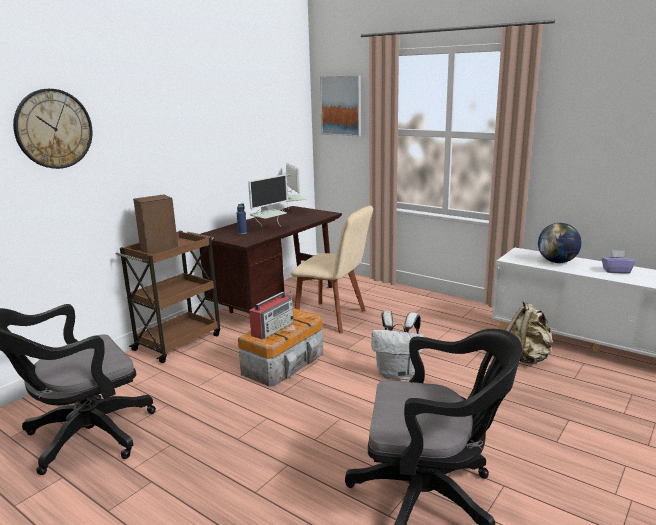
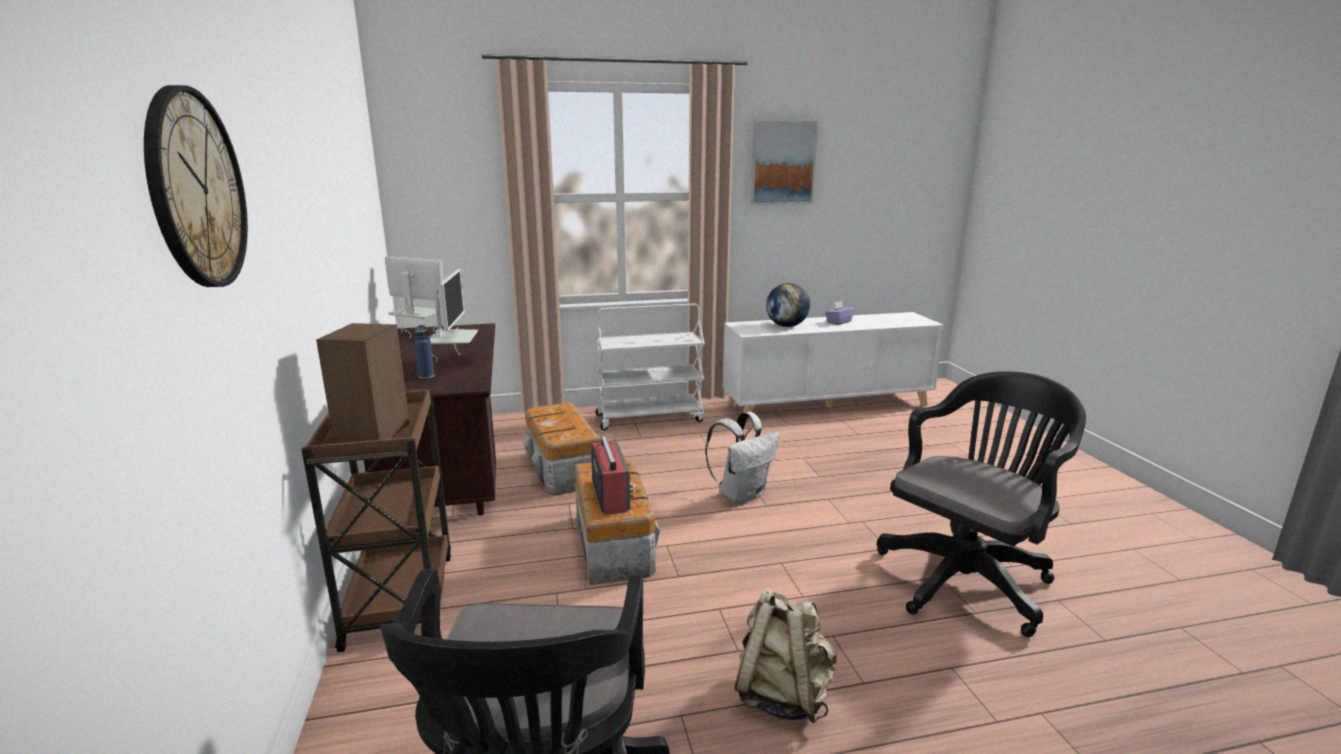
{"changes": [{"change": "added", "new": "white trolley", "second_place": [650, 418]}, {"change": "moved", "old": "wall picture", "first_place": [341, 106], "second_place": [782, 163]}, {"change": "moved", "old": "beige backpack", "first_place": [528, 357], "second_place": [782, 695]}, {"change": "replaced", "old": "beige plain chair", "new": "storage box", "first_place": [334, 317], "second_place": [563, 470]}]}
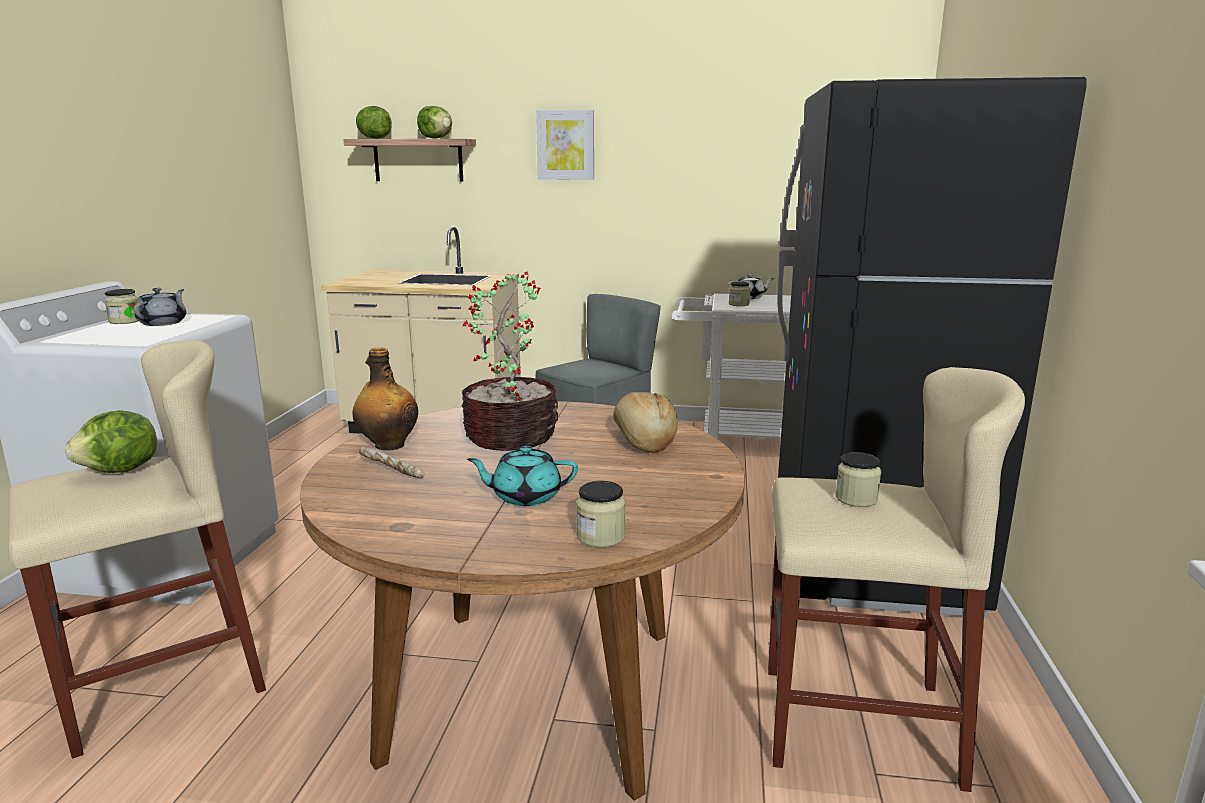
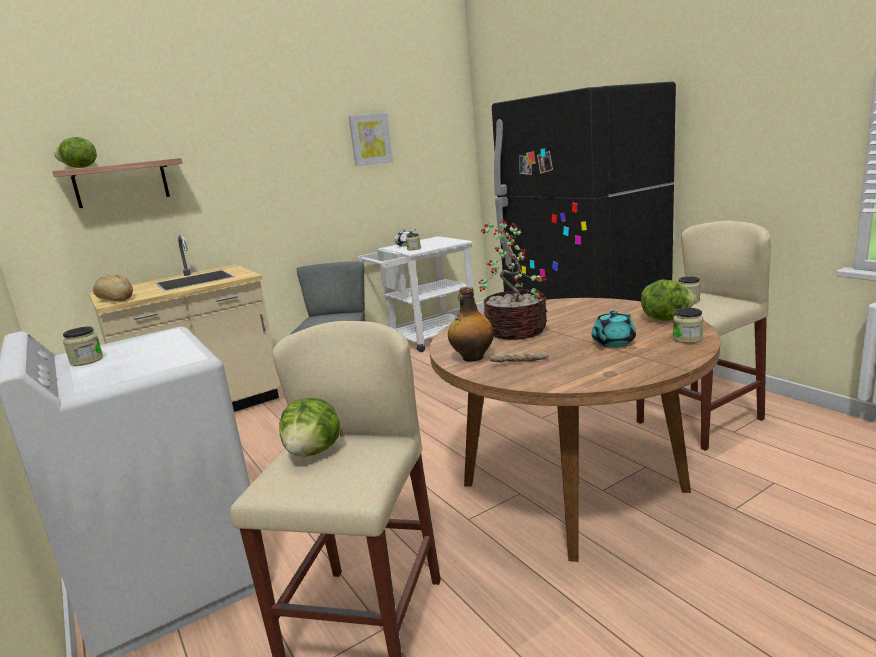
{"changes": [{"change": "removed", "old": "grey tea pot", "first_place": [163, 323]}, {"change": "moved", "old": "lettuce head", "first_place": [436, 138], "second_place": [665, 318]}, {"change": "moved", "old": "wall picture", "first_place": [565, 145], "second_place": [370, 139]}, {"change": "moved", "old": "bread", "first_place": [643, 440], "second_place": [115, 299]}]}
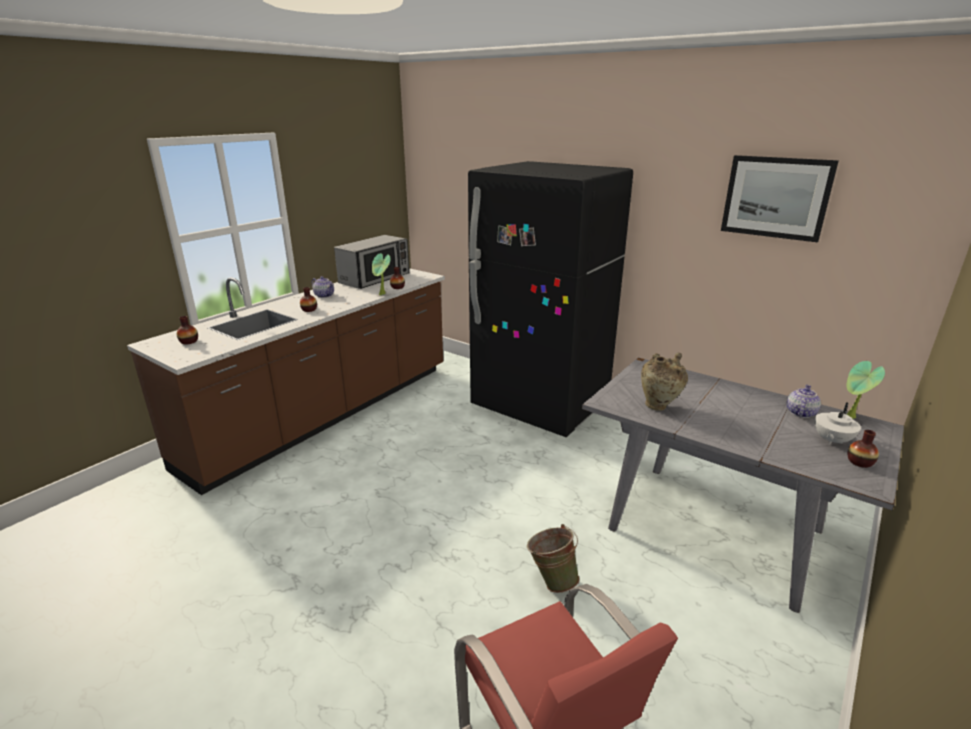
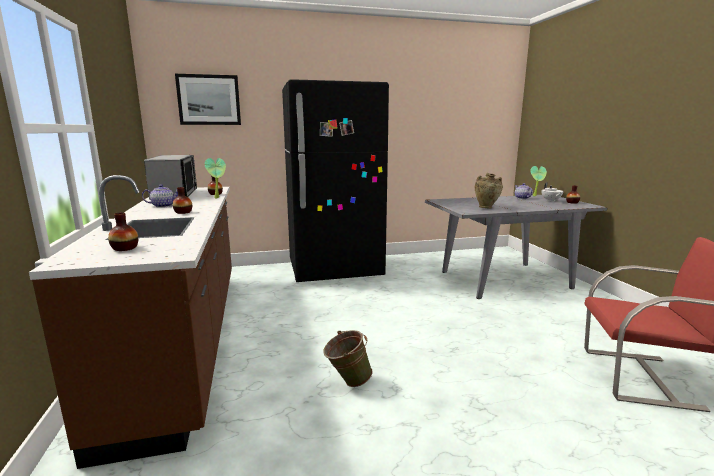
{"changes": [{"change": "moved", "old": "greenish water bucket", "first_place": [551, 580], "second_place": [347, 382]}, {"change": "moved", "old": "wall picture", "first_place": [776, 197], "second_place": [209, 100]}]}
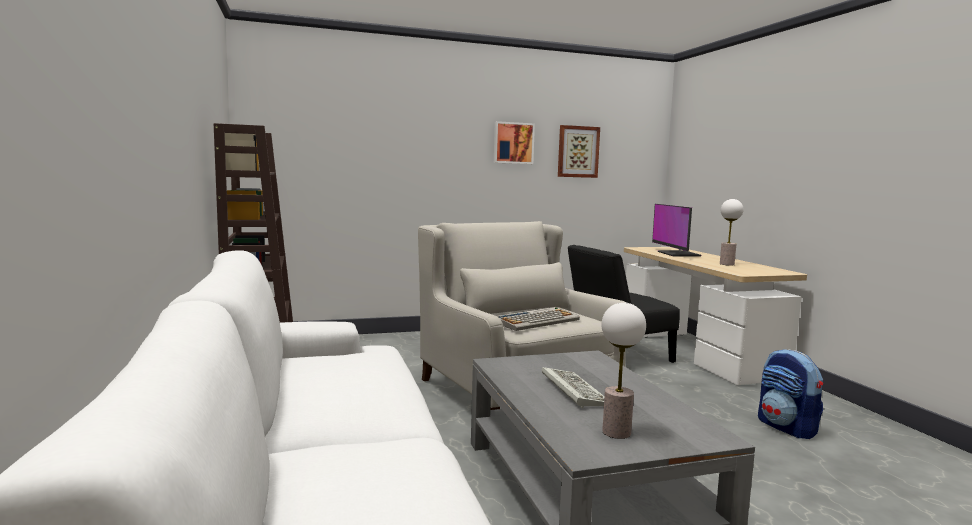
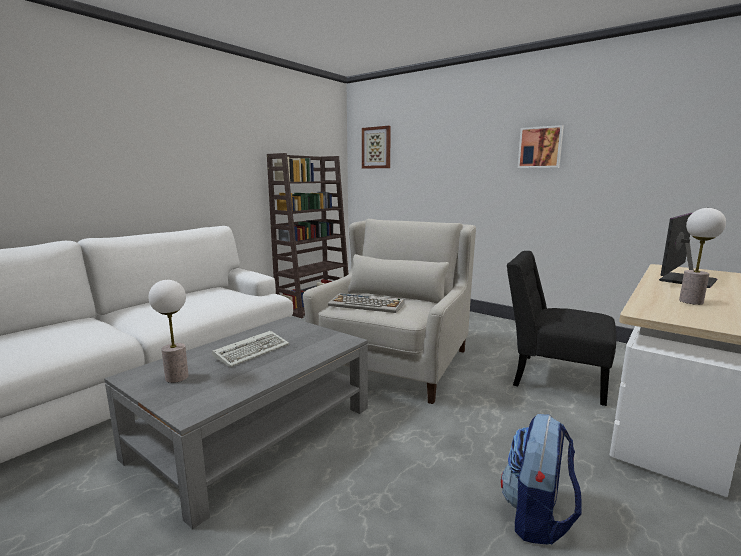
{"changes": [{"change": "moved", "old": "wall picture", "first_place": [578, 151], "second_place": [376, 147]}]}
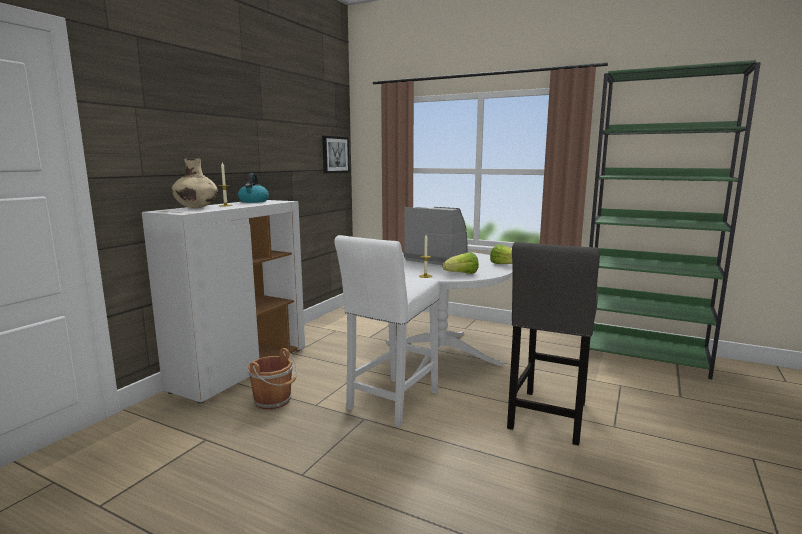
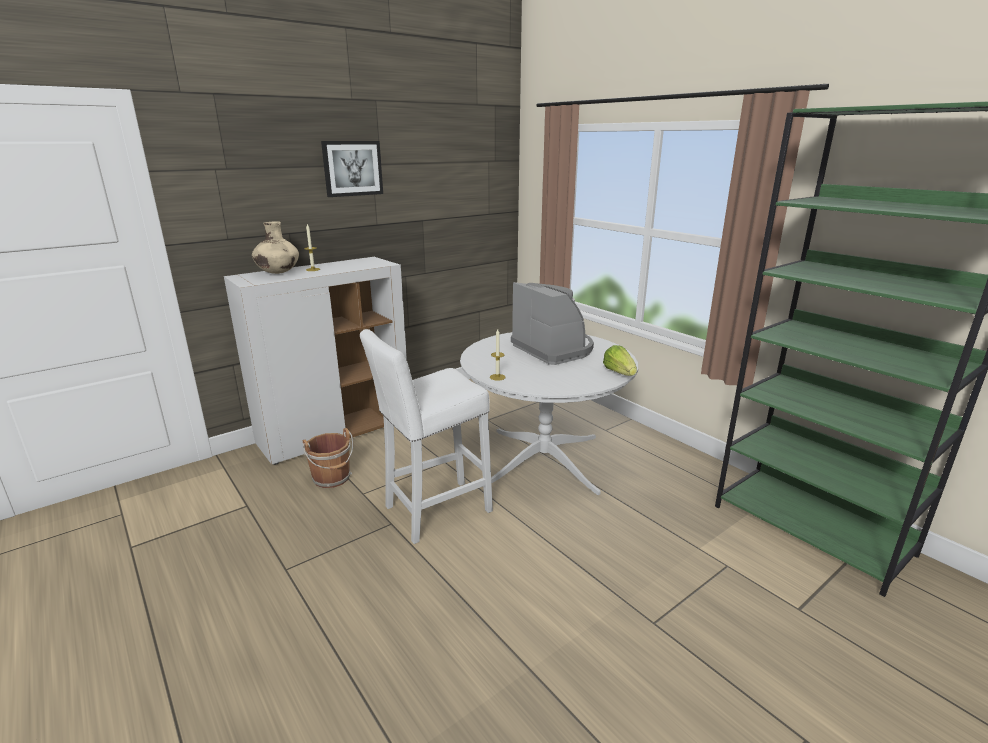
{"changes": [{"change": "removed", "old": "water kettle", "first_place": [253, 201]}, {"change": "removed", "old": "lettuce head", "first_place": [462, 274]}, {"change": "removed", "old": "grey sitting stool", "first_place": [547, 418]}, {"change": "moved", "old": "wall picture", "first_place": [335, 154], "second_place": [352, 168]}]}
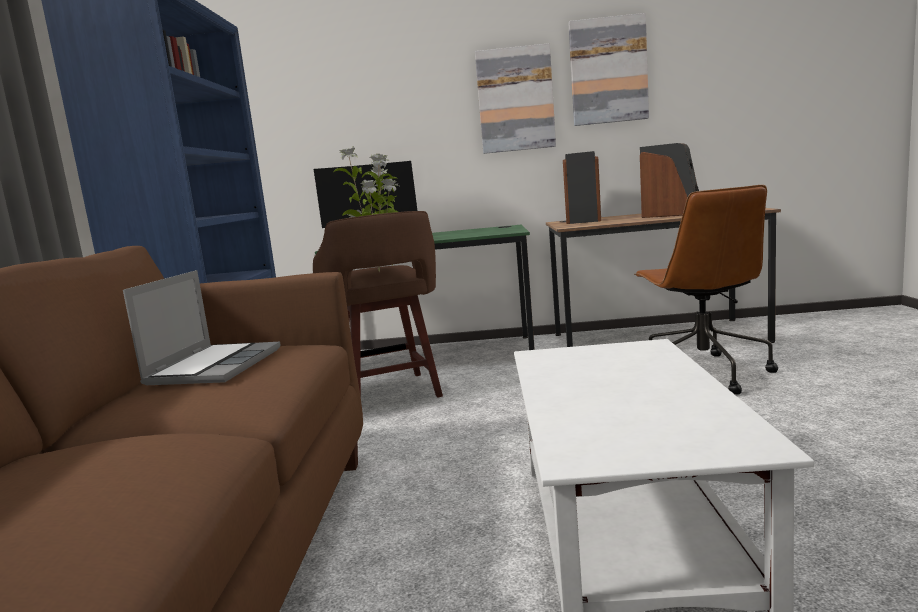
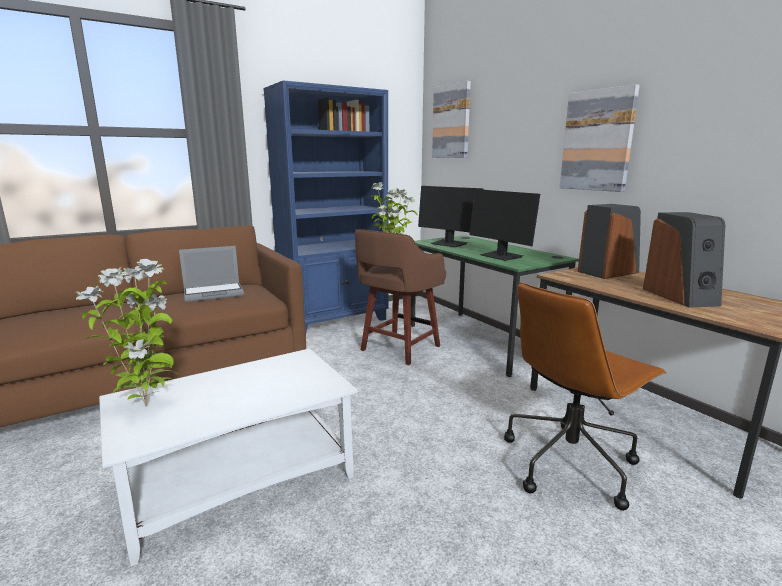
{"changes": [{"change": "added", "new": "houseplant", "second_place": [147, 405]}, {"change": "added", "new": "computer screen", "second_place": [501, 256]}, {"change": "moved", "old": "wall picture", "first_place": [608, 71], "second_place": [451, 121]}]}
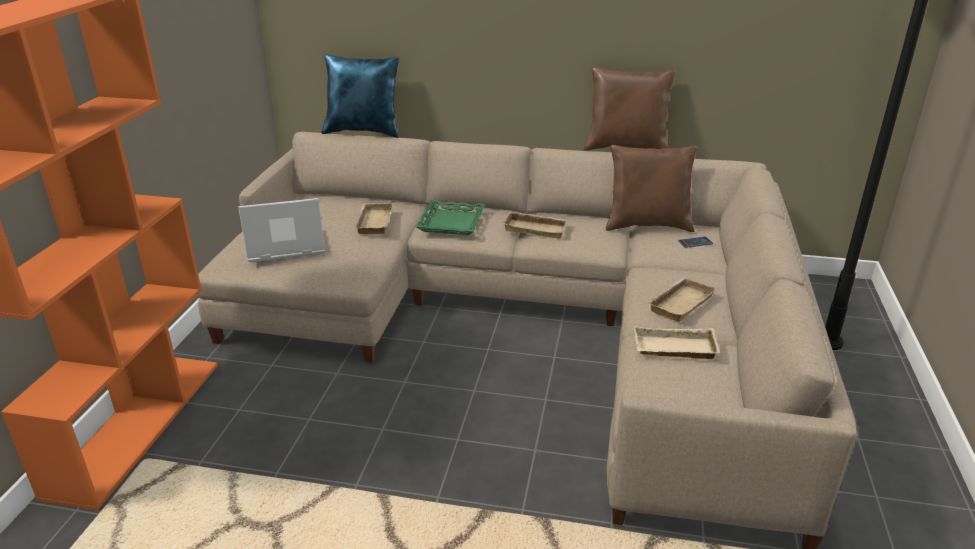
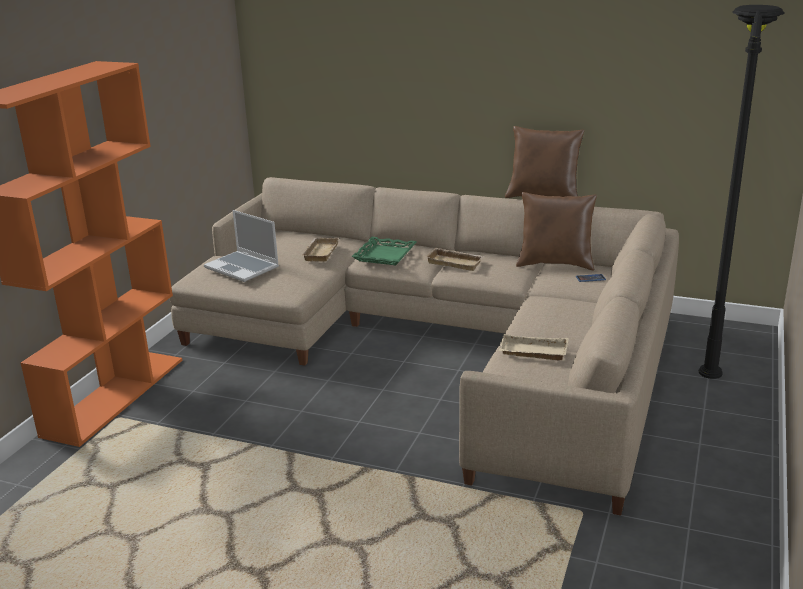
{"changes": [{"change": "removed", "old": "blue pillow", "first_place": [364, 132]}, {"change": "removed", "old": "beige tray", "first_place": [679, 302]}, {"change": "turned", "old": "notebook computer", "first_place": [284, 247], "second_place": [243, 268], "degrees": -135}]}
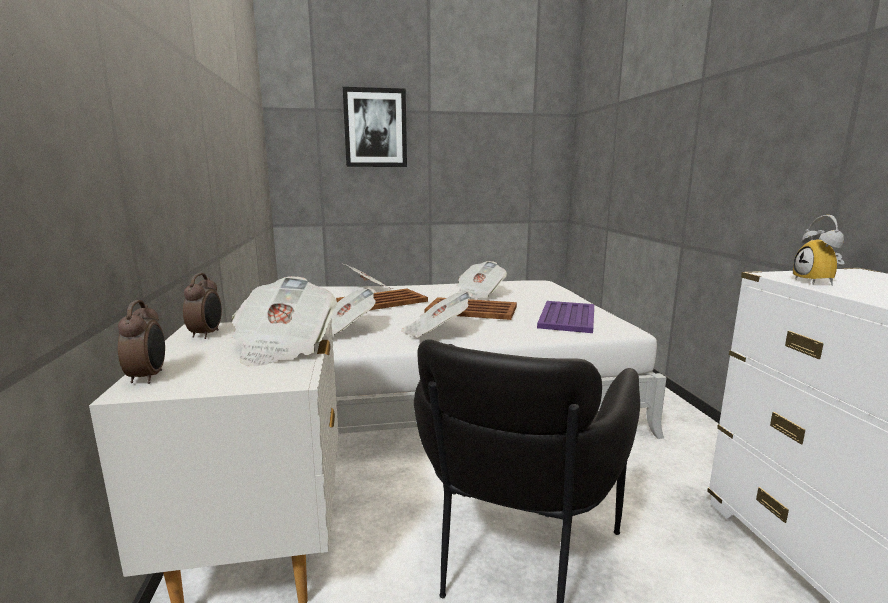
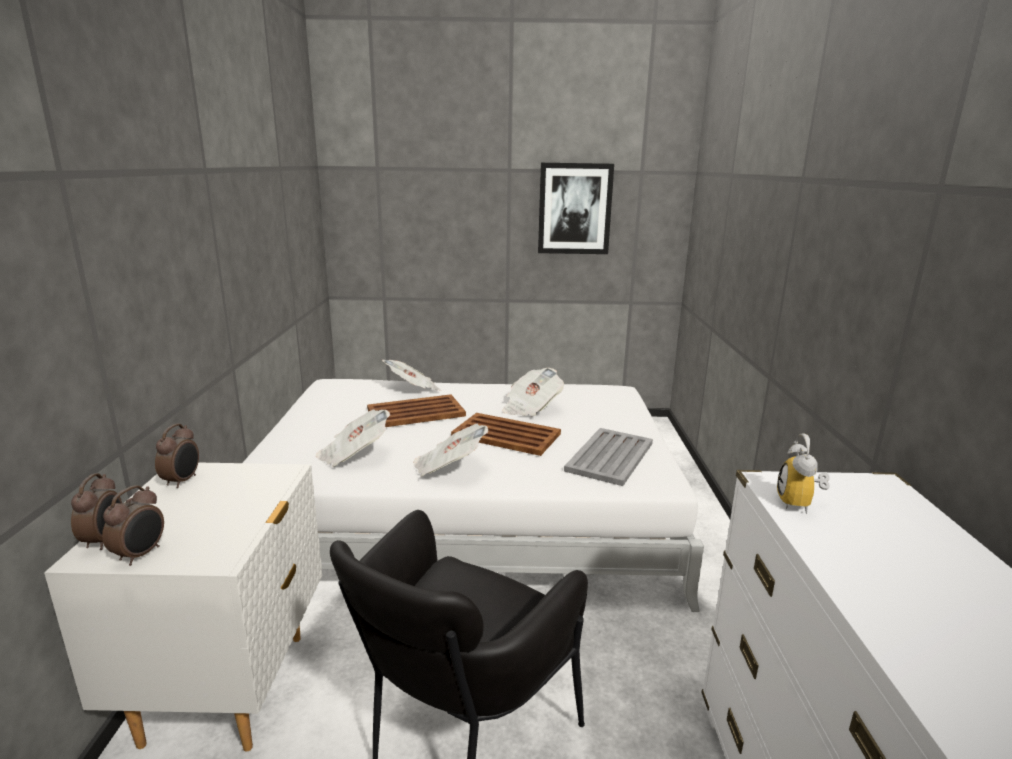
{"changes": [{"change": "removed", "old": "newspaper", "first_place": [283, 347]}, {"change": "added", "new": "table clock", "second_place": [141, 554]}, {"change": "moved", "old": "wall picture", "first_place": [375, 128], "second_place": [574, 209]}, {"change": "recoloured", "old": "purple-coloured tray", "new": "grey tray", "first_place": [567, 317], "second_place": [610, 456]}]}
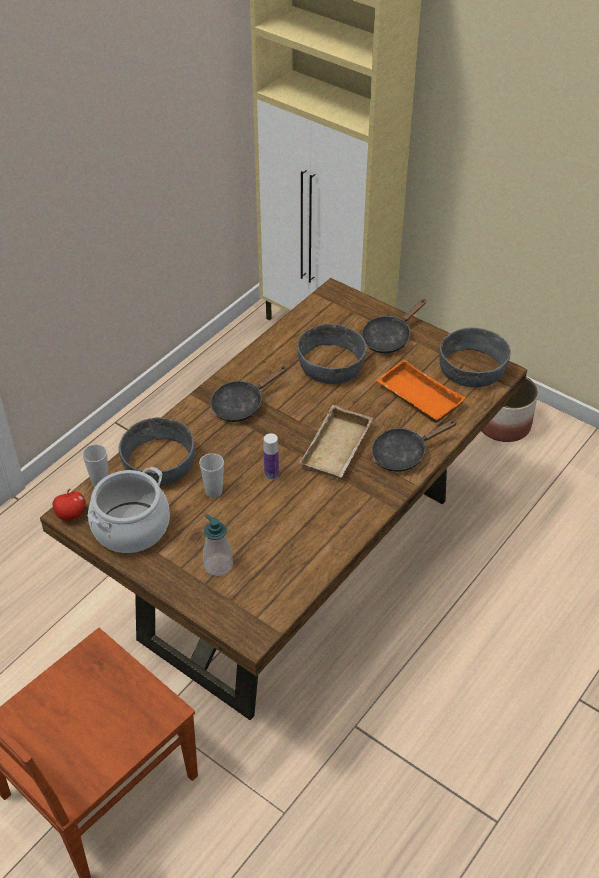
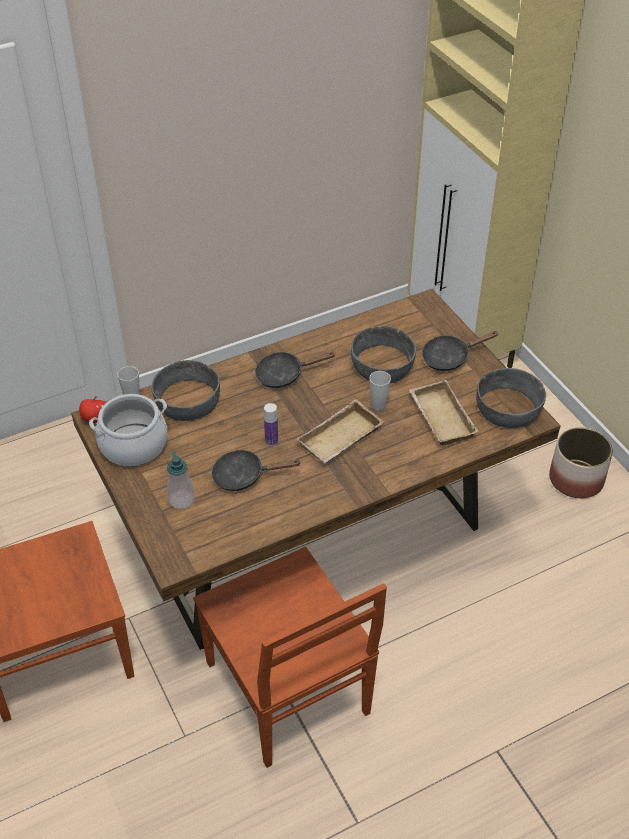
{"changes": [{"change": "added", "new": "brown plain chair", "second_place": [288, 691]}, {"change": "moved", "old": "small cup", "first_place": [214, 491], "second_place": [378, 405]}, {"change": "moved", "old": "black frying pan", "first_place": [403, 454], "second_place": [244, 476]}, {"change": "recoloured", "old": "orange-coloured tray", "new": "beige tray", "first_place": [416, 397], "second_place": [439, 417]}]}
